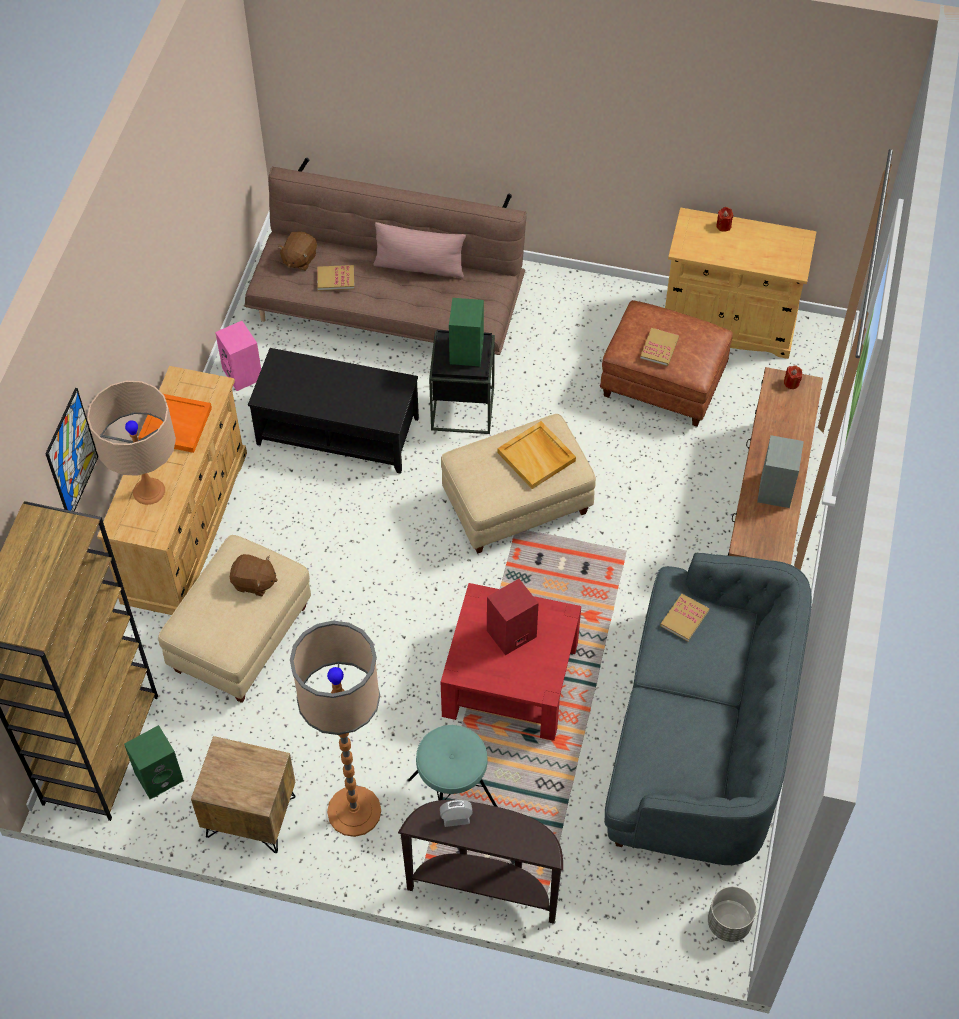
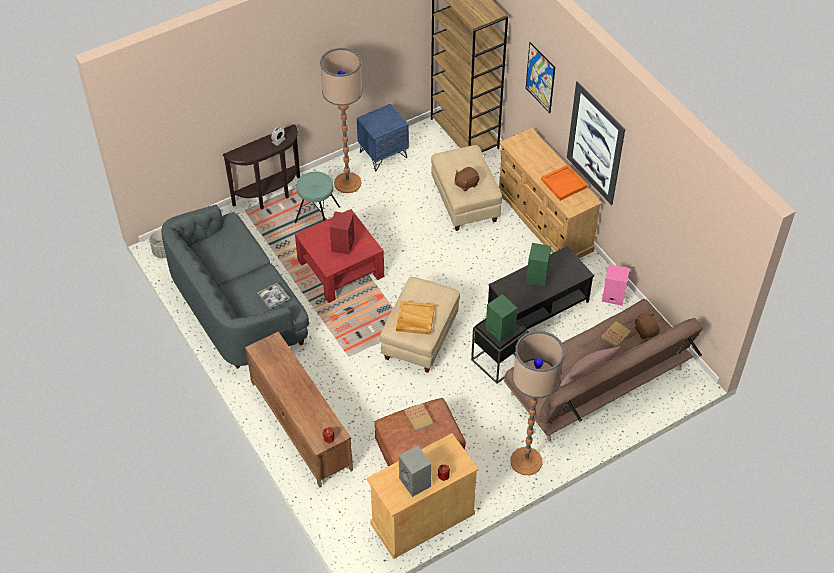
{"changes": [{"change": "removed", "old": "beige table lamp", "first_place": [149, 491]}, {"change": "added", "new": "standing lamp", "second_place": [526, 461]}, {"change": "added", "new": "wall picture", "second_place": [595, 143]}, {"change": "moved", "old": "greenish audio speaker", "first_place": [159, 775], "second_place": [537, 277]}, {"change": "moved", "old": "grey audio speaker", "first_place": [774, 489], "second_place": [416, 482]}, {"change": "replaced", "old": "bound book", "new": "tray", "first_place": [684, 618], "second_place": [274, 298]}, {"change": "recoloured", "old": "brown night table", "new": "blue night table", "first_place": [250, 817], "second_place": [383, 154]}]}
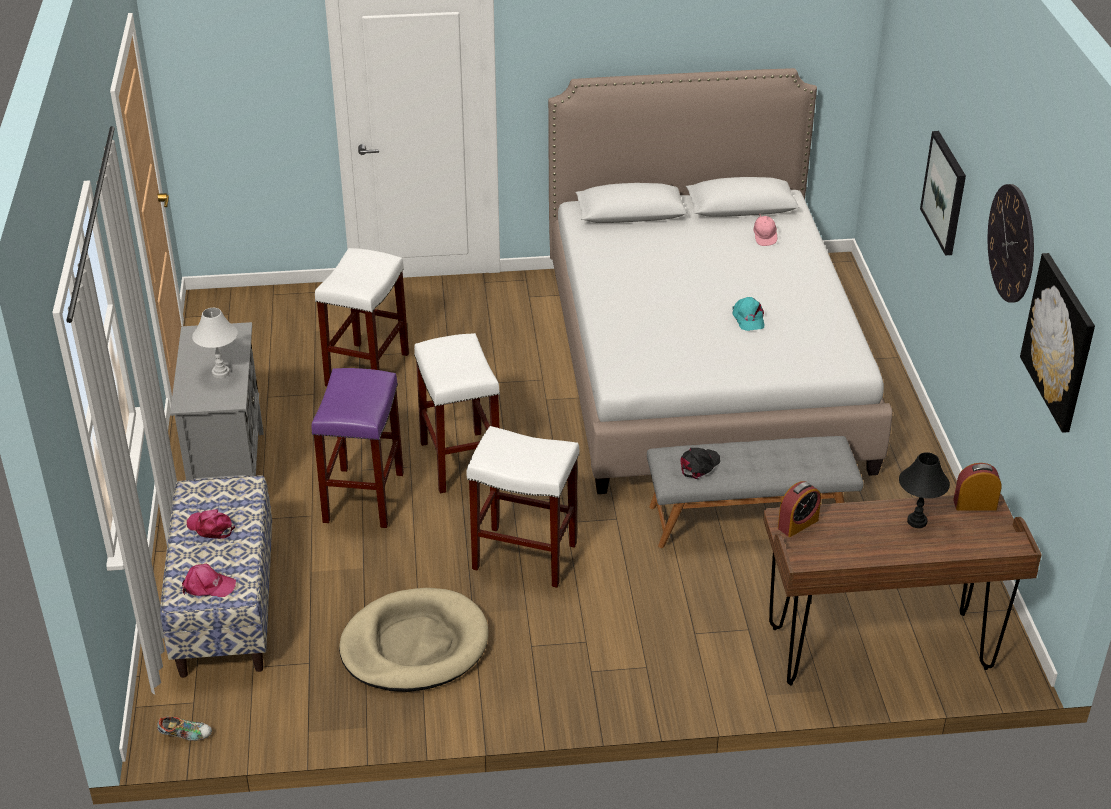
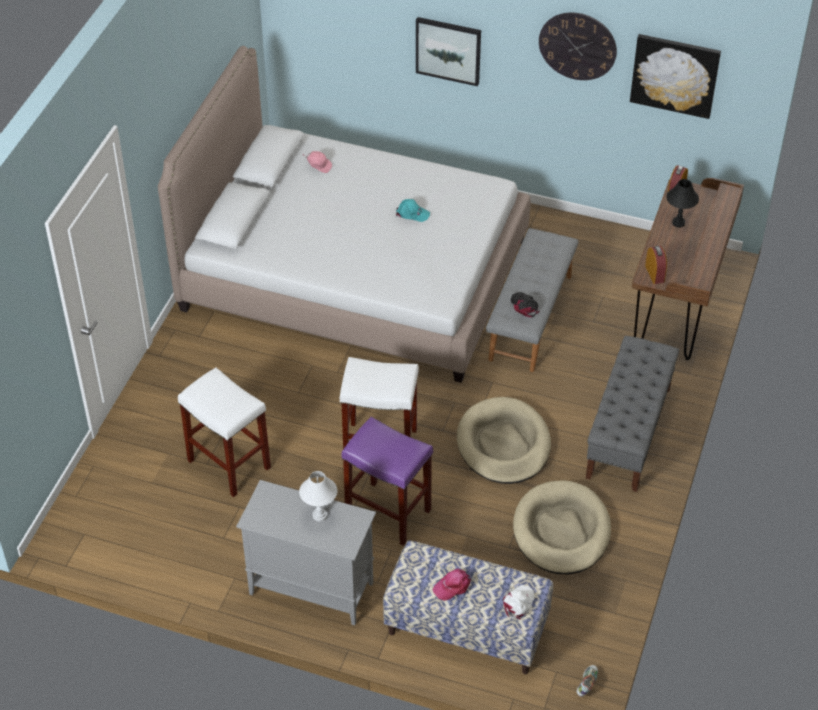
{"changes": [{"change": "added", "new": "grey indoor bench", "second_place": [628, 433]}, {"change": "replaced", "old": "white sitting stool", "new": "beige dog bed", "first_place": [523, 556], "second_place": [503, 444]}, {"change": "recoloured", "old": "pink-coloured cap", "new": "white cap", "first_place": [208, 586], "second_place": [518, 603]}]}
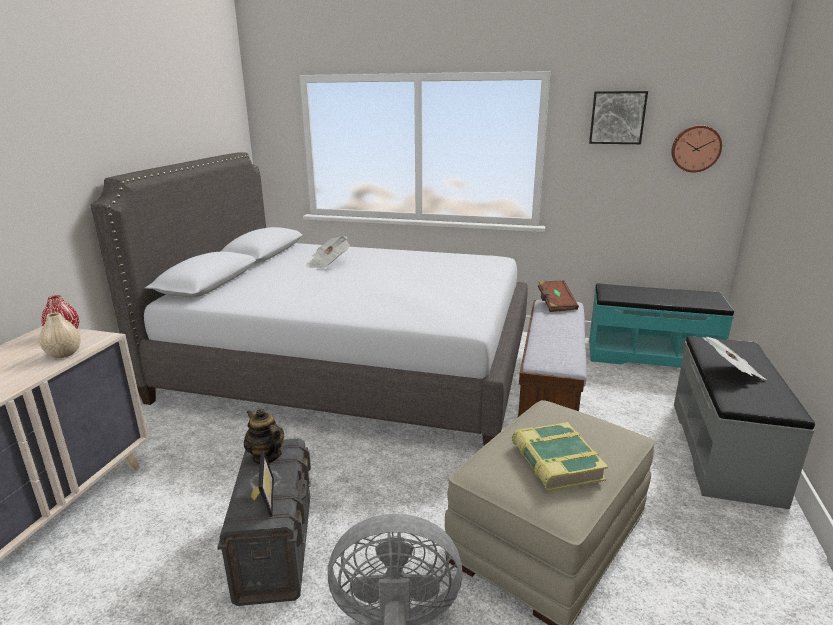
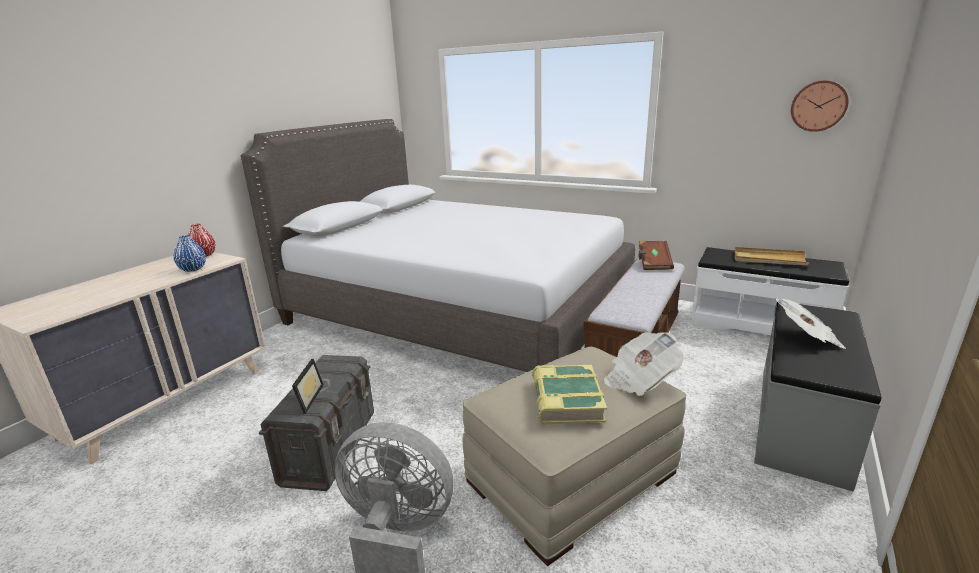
{"changes": [{"change": "removed", "old": "tea pot", "first_place": [266, 456]}, {"change": "removed", "old": "wall picture", "first_place": [617, 117]}, {"change": "added", "new": "beige tray", "second_place": [769, 259]}, {"change": "moved", "old": "newspaper", "first_place": [328, 264], "second_place": [639, 379]}, {"change": "recoloured", "old": "beige vase", "new": "blue vase", "first_place": [64, 354], "second_place": [193, 269]}, {"change": "recoloured", "old": "turquoise-coloured indoor bench", "new": "white indoor bench", "first_place": [650, 356], "second_place": [758, 324]}]}
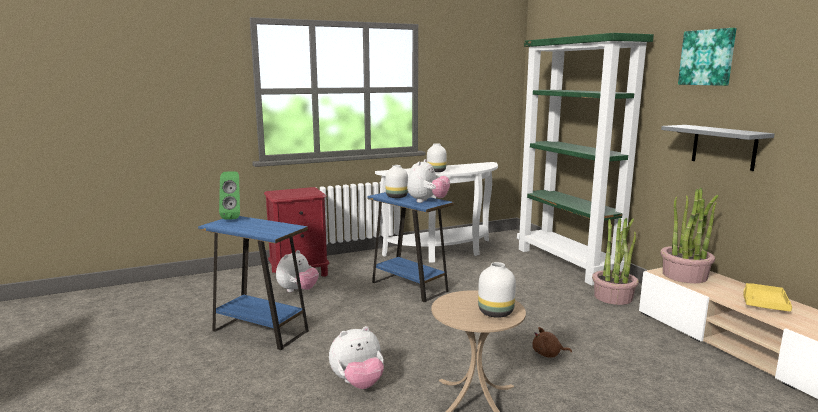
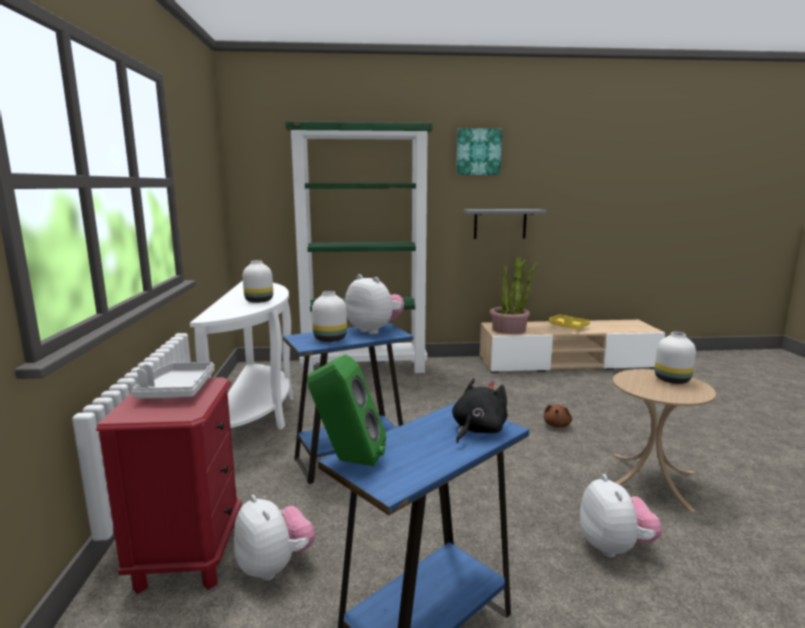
{"changes": [{"change": "removed", "old": "houseplant", "first_place": [613, 297]}, {"change": "added", "new": "grey tray", "second_place": [177, 390]}, {"change": "added", "new": "black cuddly toy", "second_place": [477, 430]}]}
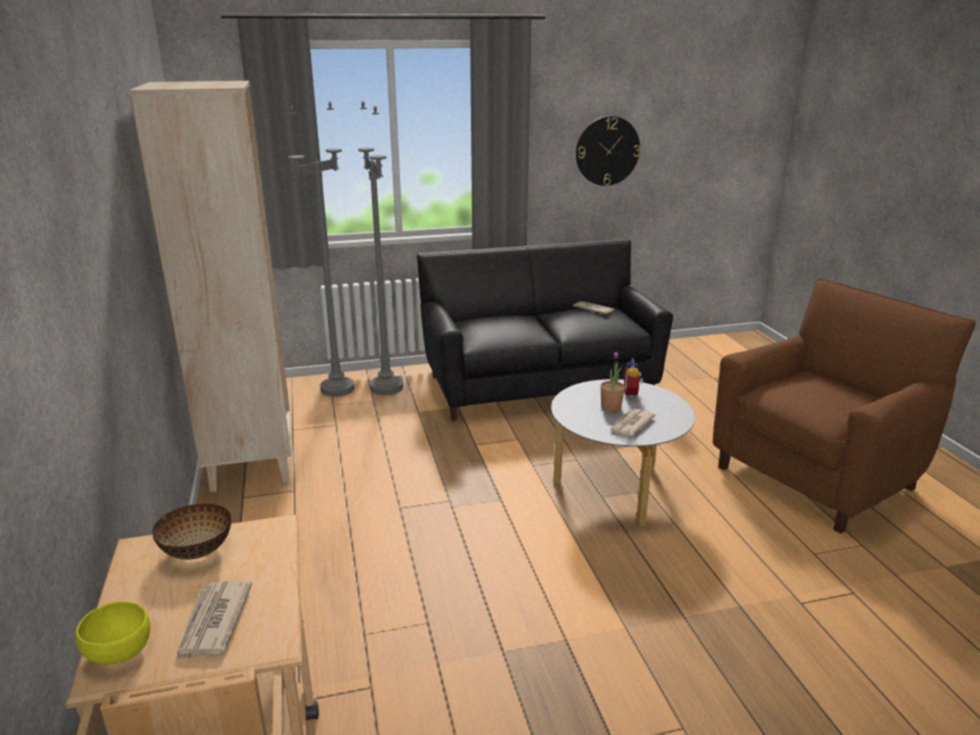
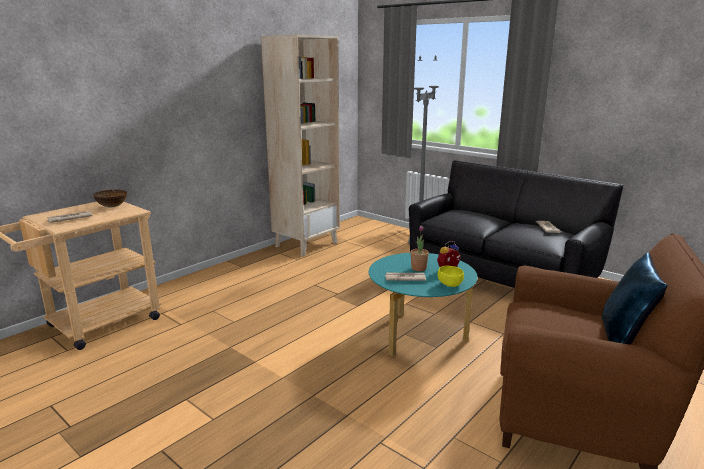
{"changes": [{"change": "removed", "old": "grey standing lamp", "first_place": [337, 389]}, {"change": "removed", "old": "wall clock", "first_place": [607, 151]}, {"change": "added", "new": "blue pillow", "second_place": [623, 341]}, {"change": "moved", "old": "yellow serving bowl", "first_place": [120, 652], "second_place": [450, 284]}, {"change": "recoloured", "old": "grey lounge table", "new": "turquoise-coloured lounge table", "first_place": [615, 490], "second_place": [419, 335]}]}
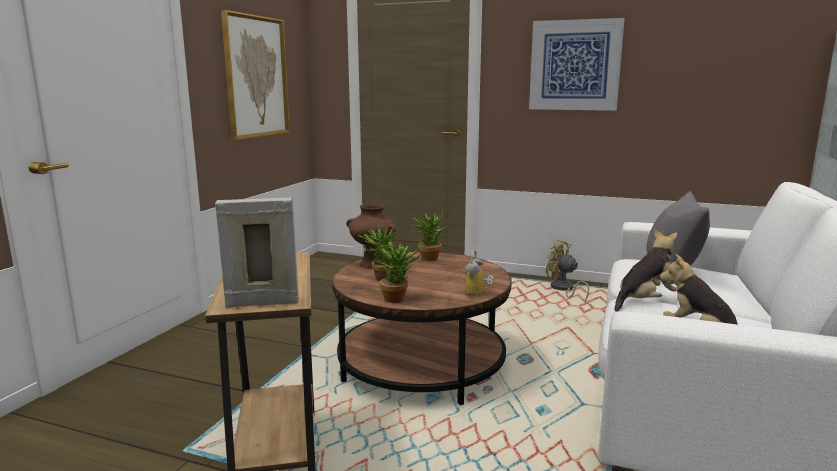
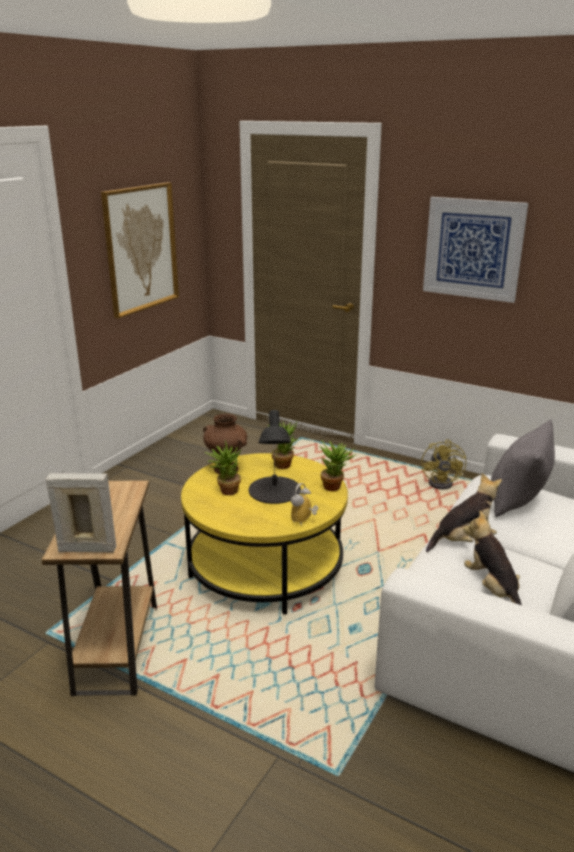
{"changes": [{"change": "added", "new": "black table lamp", "second_place": [274, 490]}, {"change": "moved", "old": "houseplant", "first_place": [398, 298], "second_place": [335, 486]}, {"change": "recoloured", "old": "brown lounge table", "new": "yellow lounge table", "first_place": [421, 365], "second_place": [265, 566]}, {"change": "turned", "old": "yellow electric fan", "first_place": [563, 289], "second_place": [444, 483], "degrees": -135}]}
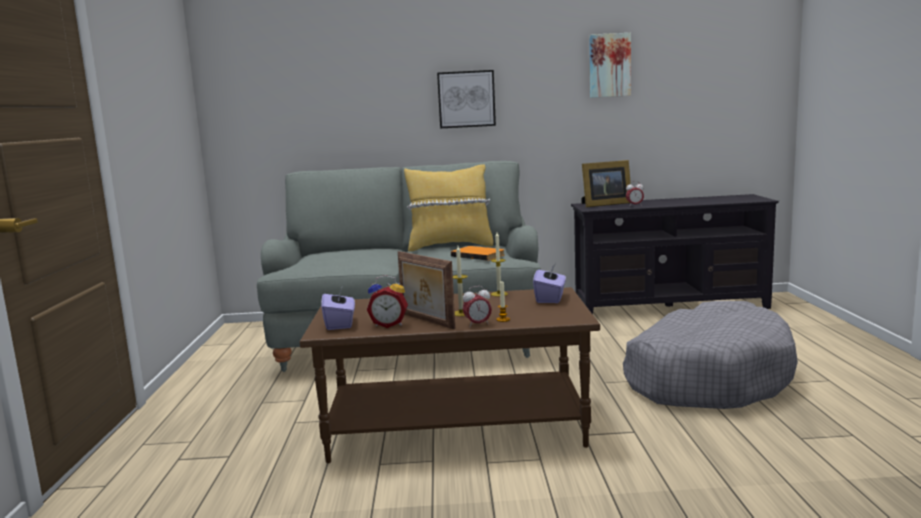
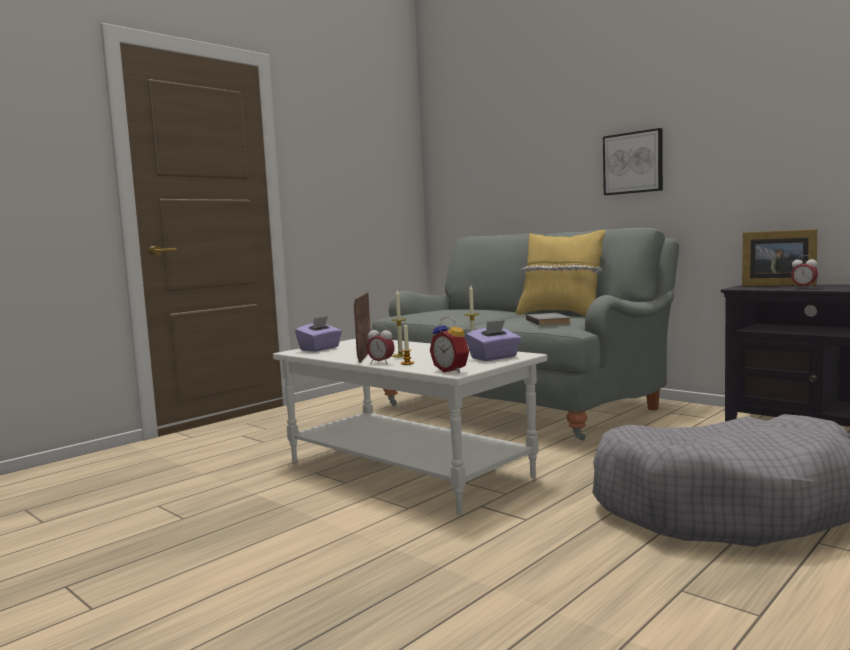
{"changes": [{"change": "removed", "old": "wall picture", "first_place": [609, 65]}, {"change": "moved", "old": "table clock", "first_place": [389, 324], "second_place": [452, 370]}, {"change": "recoloured", "old": "brown lounge table", "new": "white lounge table", "first_place": [457, 427], "second_place": [409, 469]}, {"change": "recoloured", "old": "orange-coloured bound book", "new": "grey bound book", "first_place": [479, 255], "second_place": [549, 321]}]}
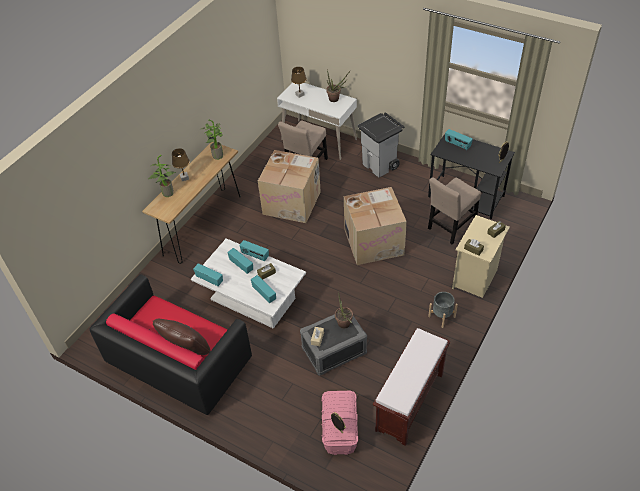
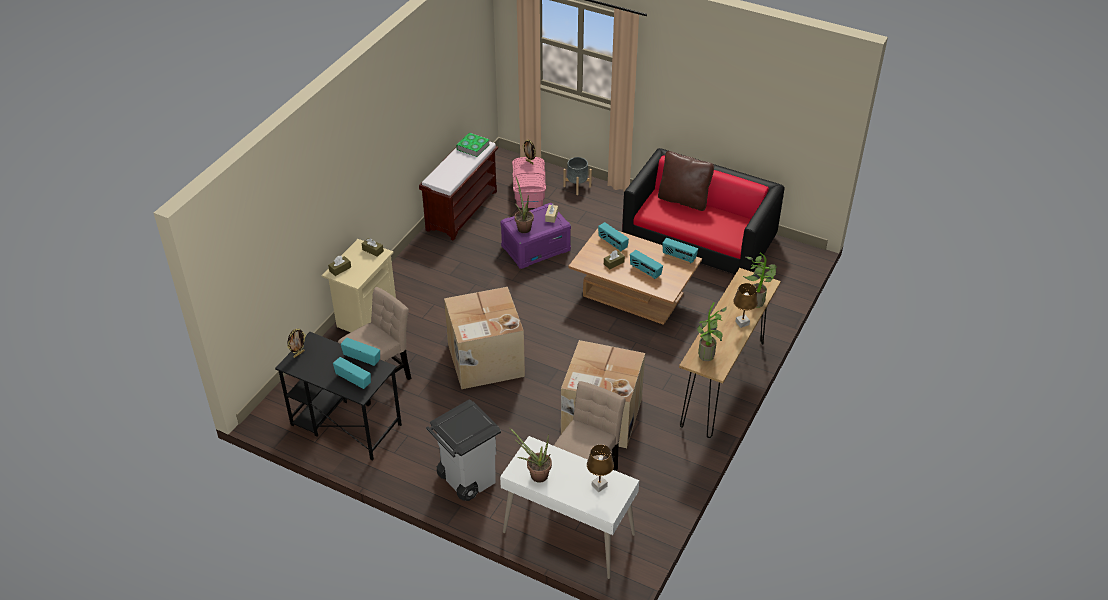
{"changes": [{"change": "added", "new": "bound book", "second_place": [473, 147]}, {"change": "moved", "old": "radio", "first_place": [255, 256], "second_place": [362, 358]}, {"change": "moved", "old": "grey planter", "first_place": [442, 316], "second_place": [577, 186]}, {"change": "recoloured", "old": "white lounge table", "new": "brown lounge table", "first_place": [252, 299], "second_place": [633, 295]}, {"change": "recoloured", "old": "grey storage box", "new": "purple-coloured storage box", "first_place": [334, 351], "second_place": [536, 248]}]}
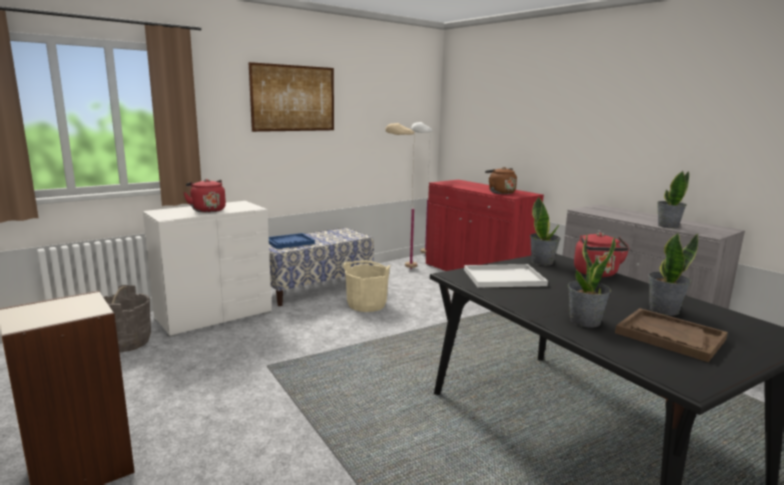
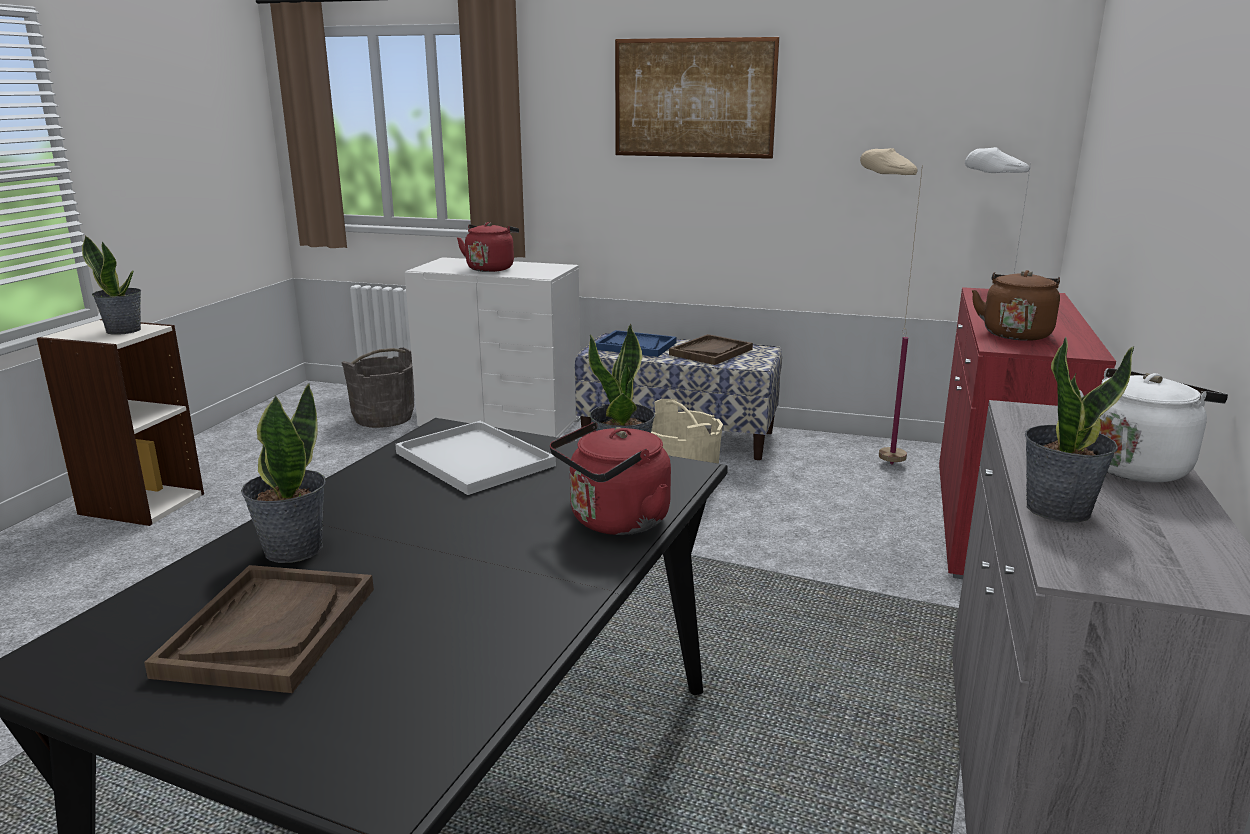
{"changes": [{"change": "added", "new": "brown tray", "second_place": [711, 352]}, {"change": "added", "new": "white water kettle", "second_place": [1136, 466]}, {"change": "moved", "old": "houseplant", "first_place": [663, 309], "second_place": [124, 330]}]}
